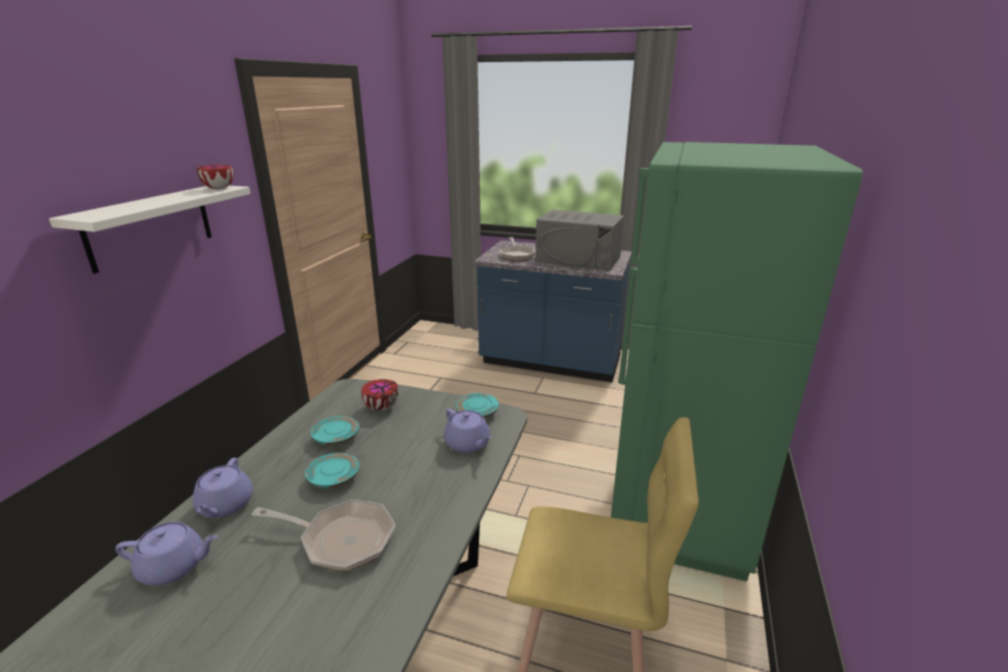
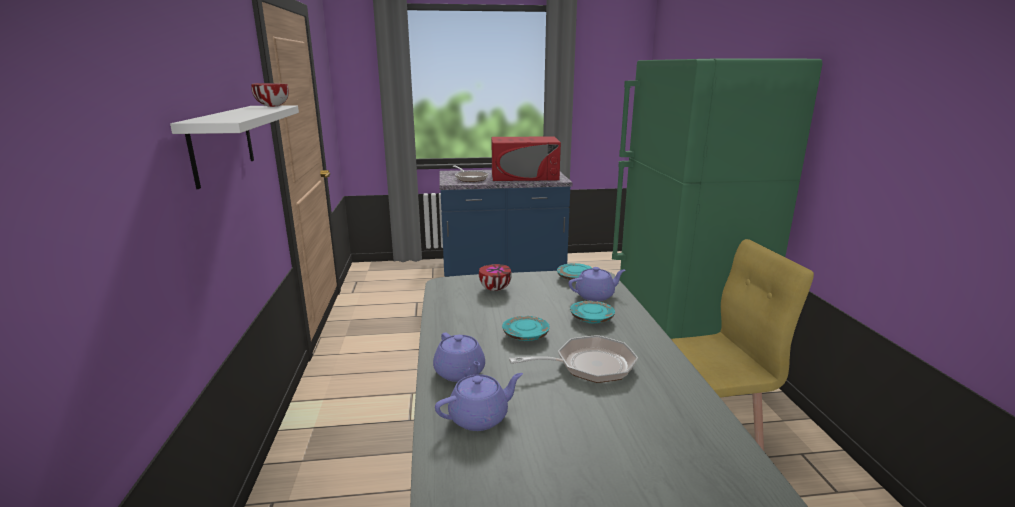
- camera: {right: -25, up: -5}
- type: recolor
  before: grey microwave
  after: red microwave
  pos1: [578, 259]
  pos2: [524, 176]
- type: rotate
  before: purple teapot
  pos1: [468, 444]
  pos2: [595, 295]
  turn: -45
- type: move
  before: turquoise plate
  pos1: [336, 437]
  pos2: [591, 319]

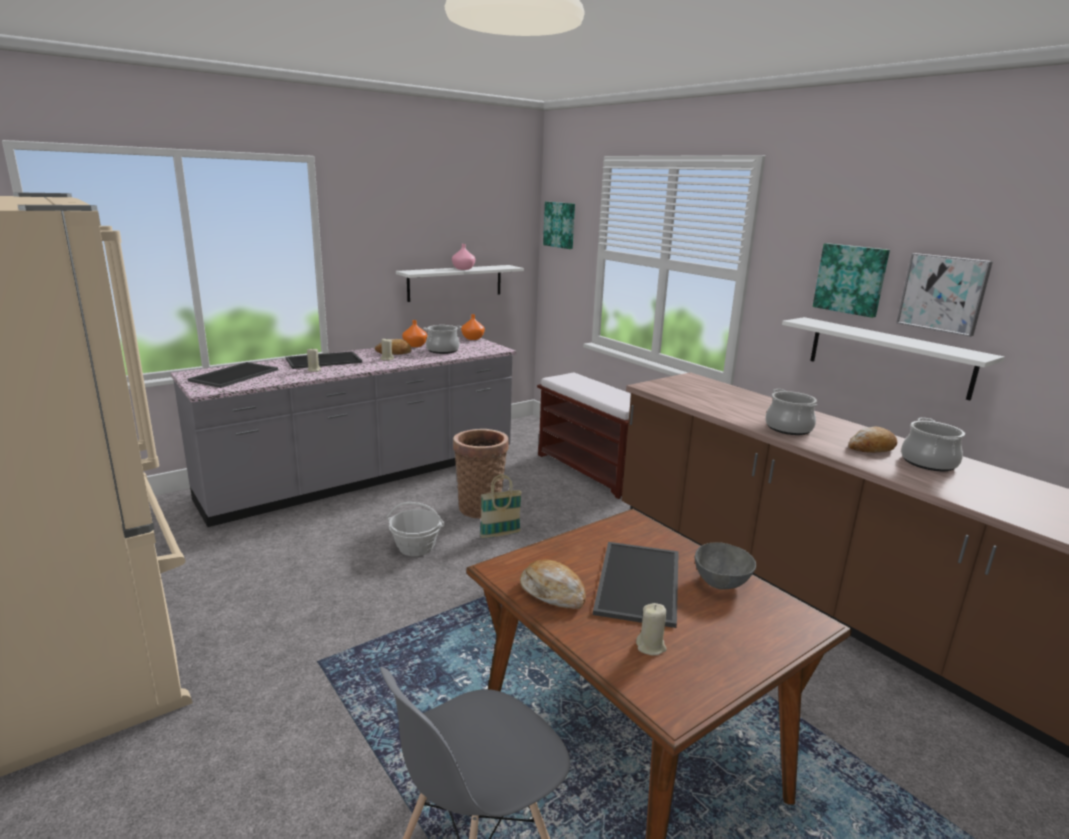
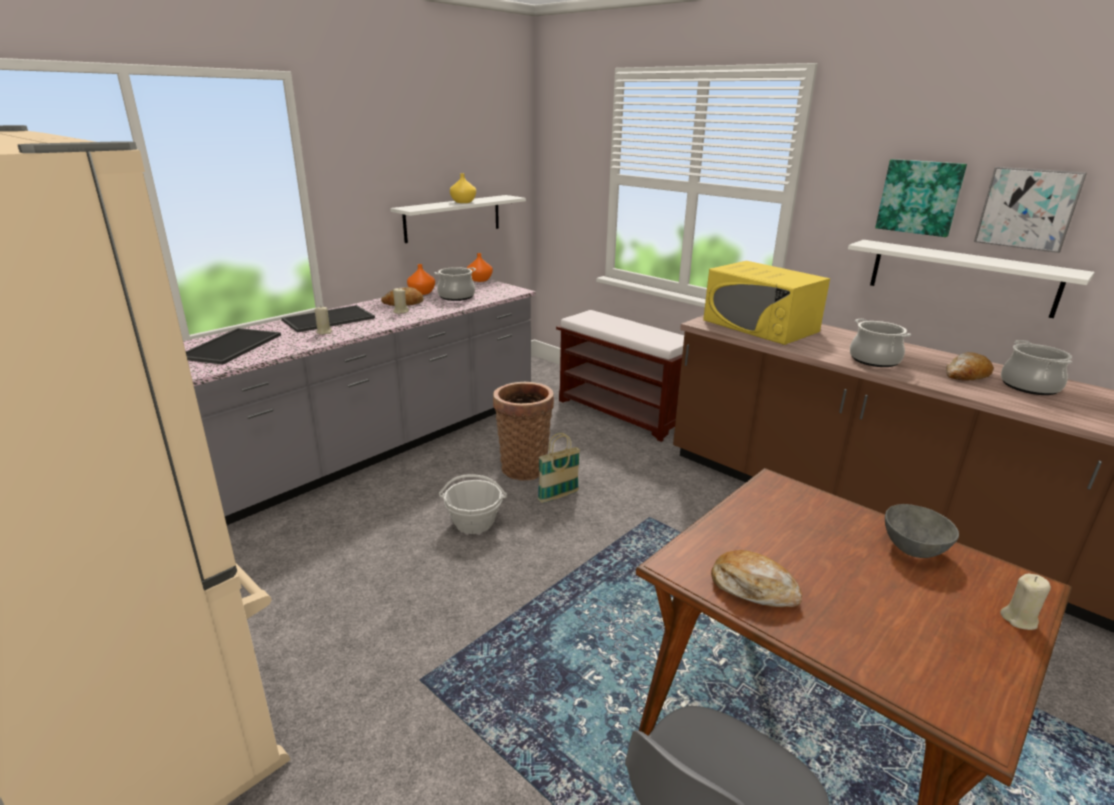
- camera: {right: -10, up: 5}
- type: delete
  before: picture
  pos1: [560, 225]
- type: recolor
  before: pink vase
  after: yellow vase
  pos1: [463, 269]
  pos2: [463, 202]
- type: delete
  before: tray
  pos1: [640, 583]
- type: move
  before: beige candle
  pos1: [651, 646]
  pos2: [1019, 619]
- type: insert
  after: yellow microwave
  pos2: [760, 326]

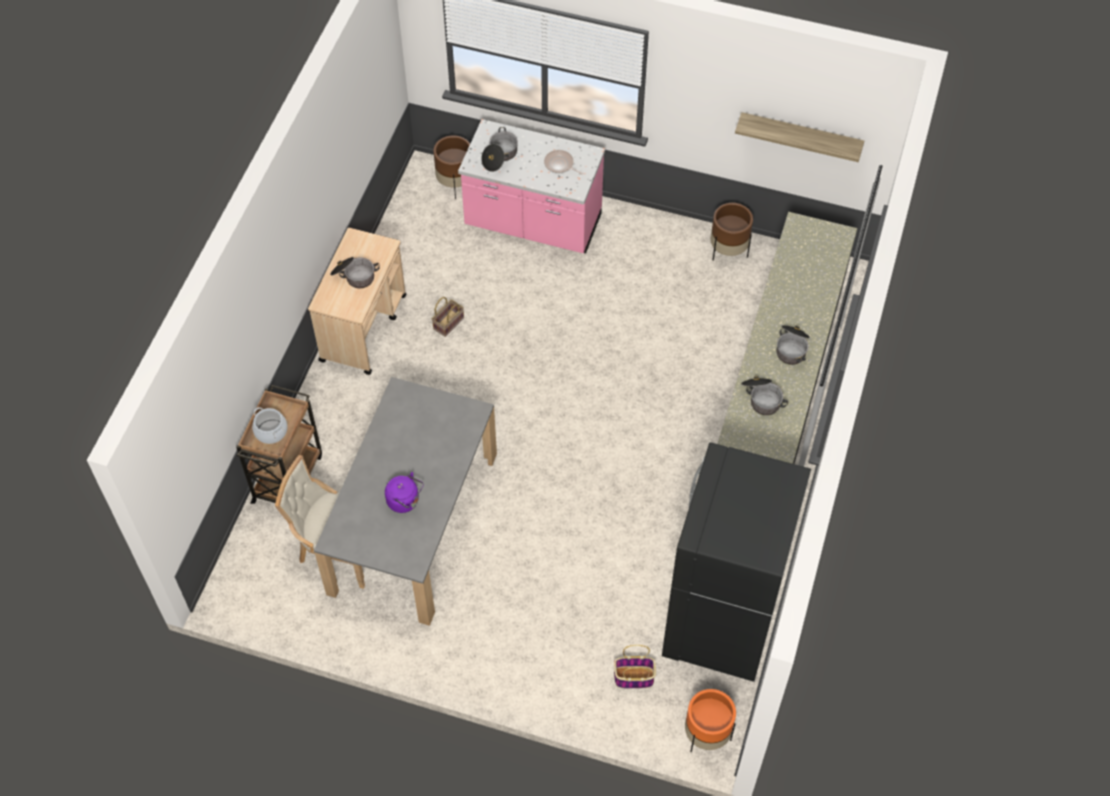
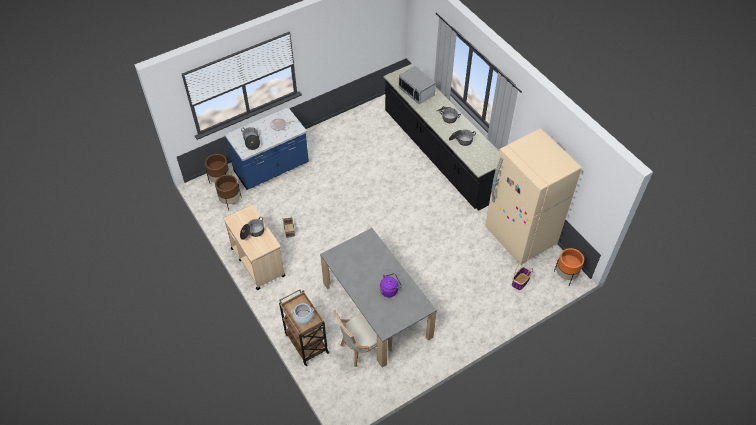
- camera: {right: -50, up: -5}
- type: delete
  before: shelf
  pos1: [800, 136]
- type: recolor
  before: pink counter
  after: blue counter
  pos1: [533, 223]
  pos2: [272, 169]
- type: move
  before: brown planter
  pos1: [728, 251]
  pos2: [230, 201]
- type: recolor
  before: black fridge
  after: beige fridge
  pos1: [721, 622]
  pos2: [520, 237]
- type: insert
  after: microwave
  pos2: [416, 92]

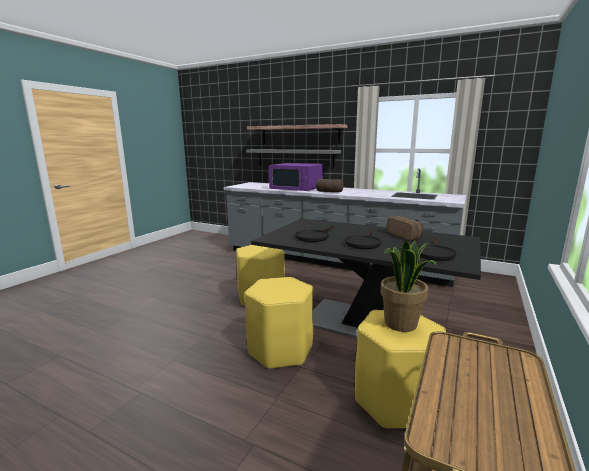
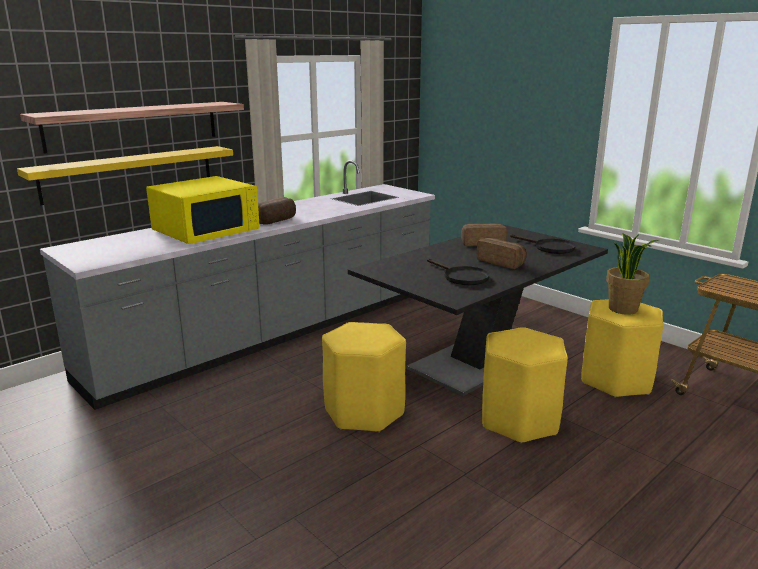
- camera: {right: -70, up: 5}
- type: recolor
  before: grey shelf
  after: yellow shelf
  pos1: [295, 158]
  pos2: [129, 174]
- type: recolor
  before: purple microwave
  after: yellow microwave
  pos1: [297, 188]
  pos2: [207, 230]
- type: replace
  before: black frying pan
  after: bread
  pos1: [363, 243]
  pos2: [501, 262]

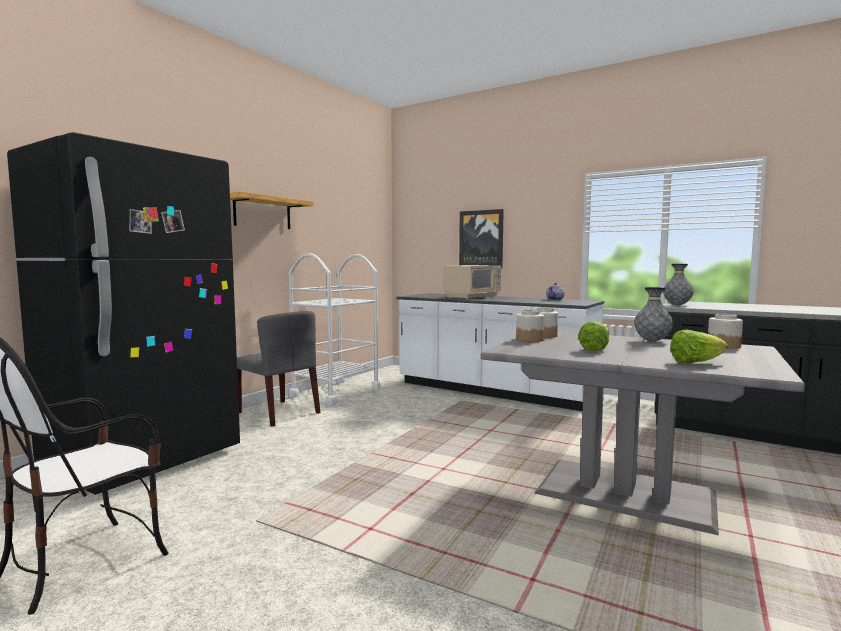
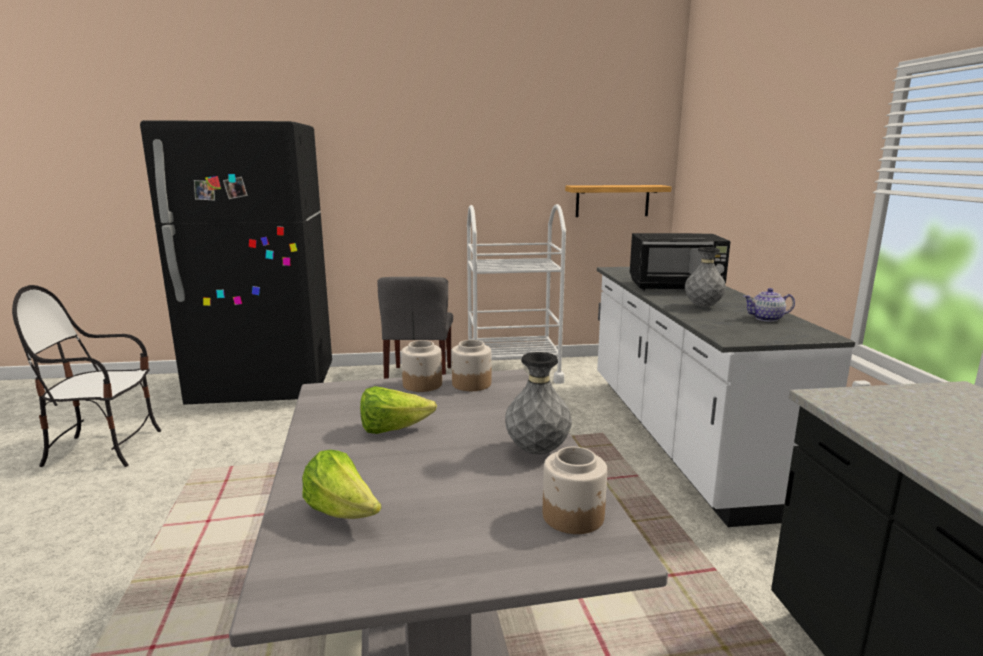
- camera: {right: 50, up: 10}
- type: move
  before: shelf
  pos1: [262, 213]
  pos2: [612, 201]
- type: delete
  before: picture
  pos1: [481, 239]
- type: move
  before: grey vase
  pos1: [677, 305]
  pos2: [703, 306]
- type: recolor
  before: beige microwave
  after: black microwave
  pos1: [473, 297]
  pos2: [676, 286]

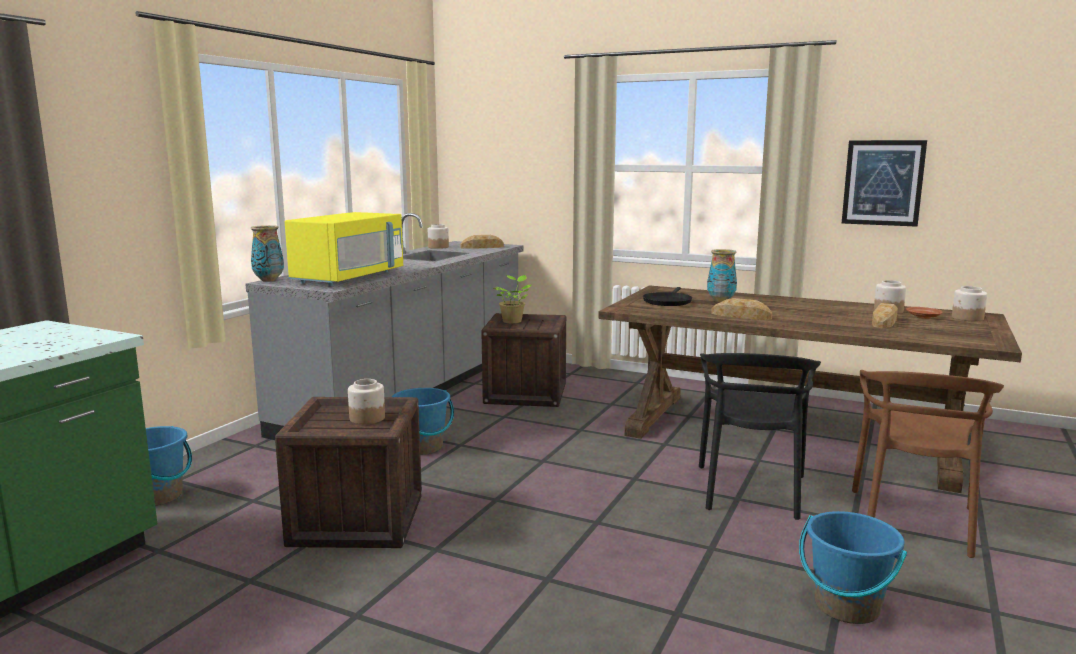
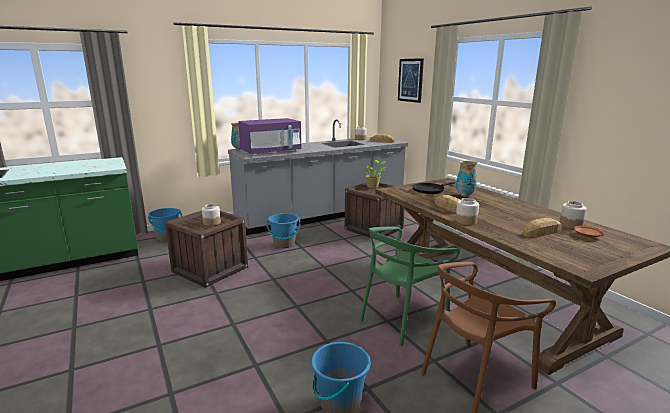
- camera: {right: 35, up: 5}
- type: move
  before: picture
  pos1: [883, 183]
  pos2: [410, 80]
- type: recolor
  before: yellow microwave
  after: purple microwave
  pos1: [349, 278]
  pos2: [271, 152]
- type: move
  before: jar
  pos1: [967, 318]
  pos2: [465, 221]
- type: recolor
  before: black chair
  after: green chair
  pos1: [751, 491]
  pos2: [402, 319]

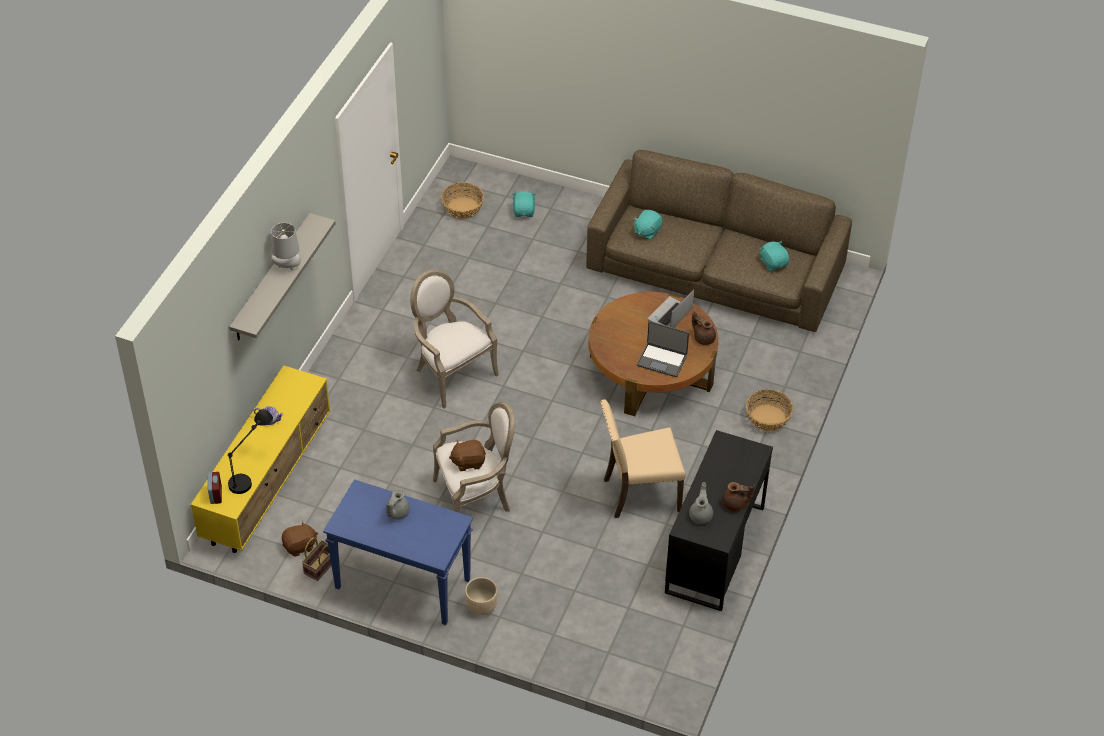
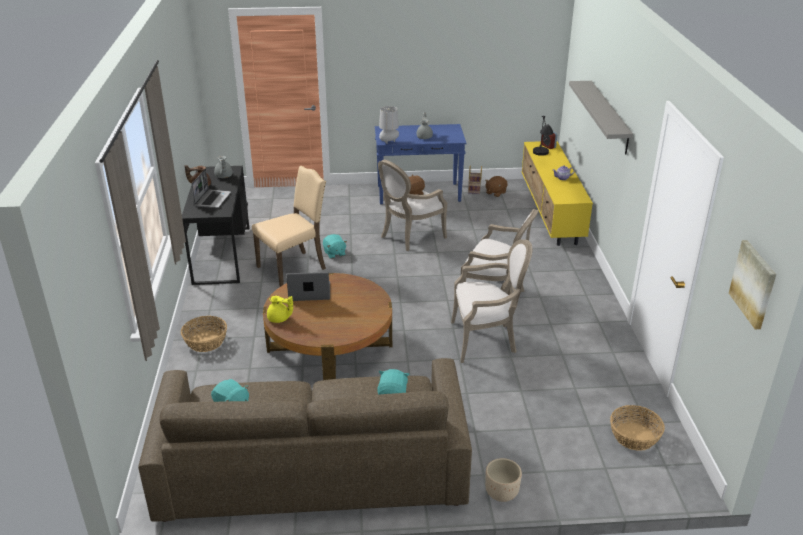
- camera: {right: 155, up: -15}
- type: move
  before: turquoise plush toy
  pos1: [524, 211]
  pos2: [334, 253]
- type: move
  before: grey table lamp
  pos1: [287, 267]
  pos2: [389, 142]
- type: move
  before: laptop
  pos1: [670, 315]
  pos2: [212, 199]
- type: recolor
  before: brown teapot
  after: yellow teapot
  pos1: [703, 338]
  pos2: [279, 319]
- type: move
  before: beige planter
  pos1: [482, 606]
  pos2: [501, 493]
- type: insert
  after: armchair
  pos2: [486, 340]
- type: insert
  after: picture
  pos2: [754, 284]

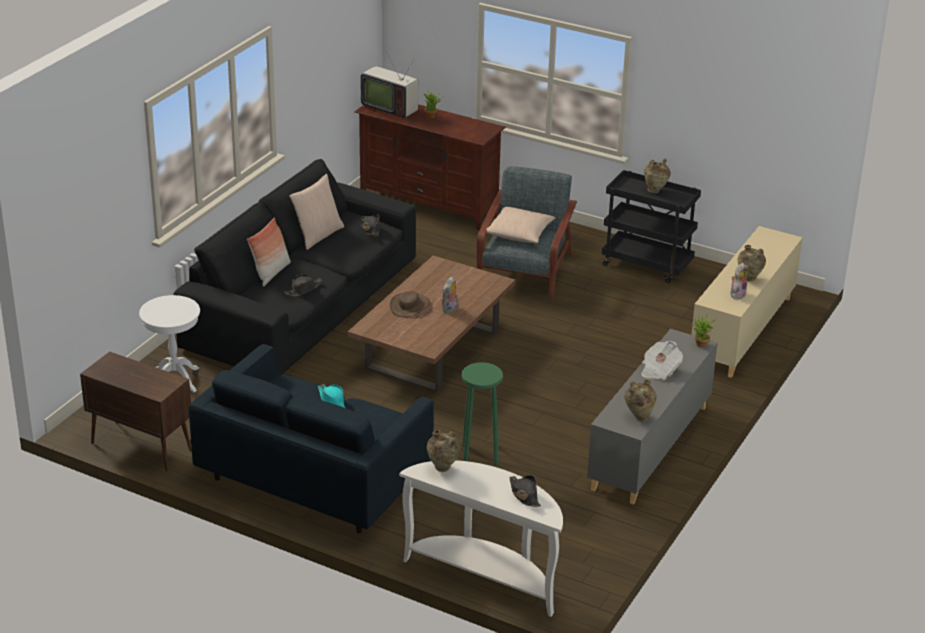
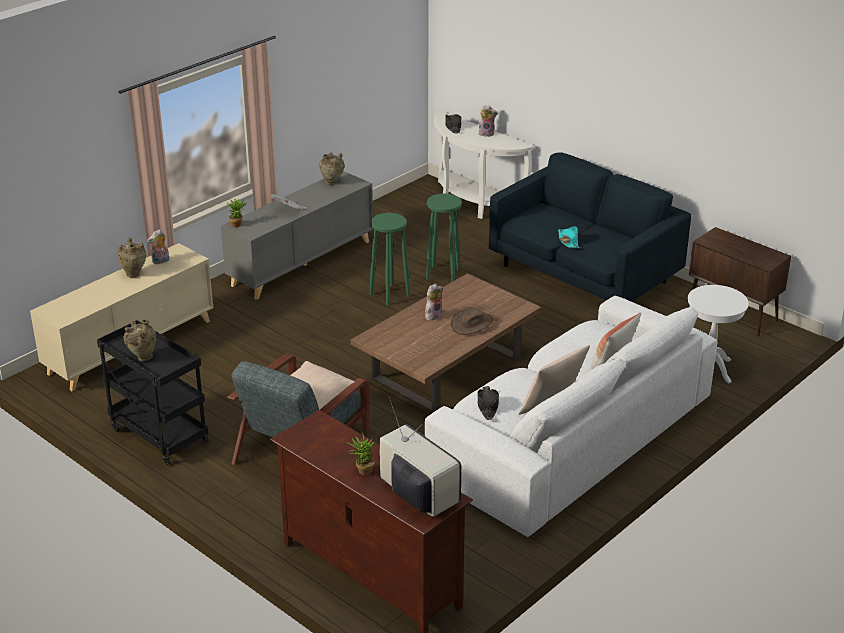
- camera: {right: -165, up: 0}
- type: recolor
  before: black sofa
  after: white sofa
  pos1: [304, 304]
  pos2: [570, 437]
- type: delete
  before: black hat
  pos1: [303, 289]
- type: delete
  before: beige vase
  pos1: [443, 469]
- type: insert
  after: plush toy
  pos2: [487, 133]
- type: insert
  after: green stool
  pos2: [390, 295]

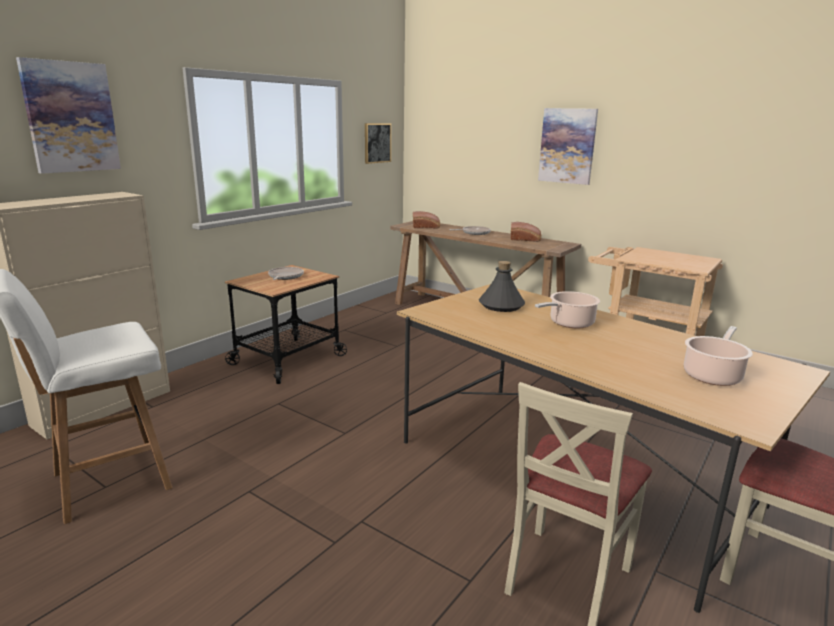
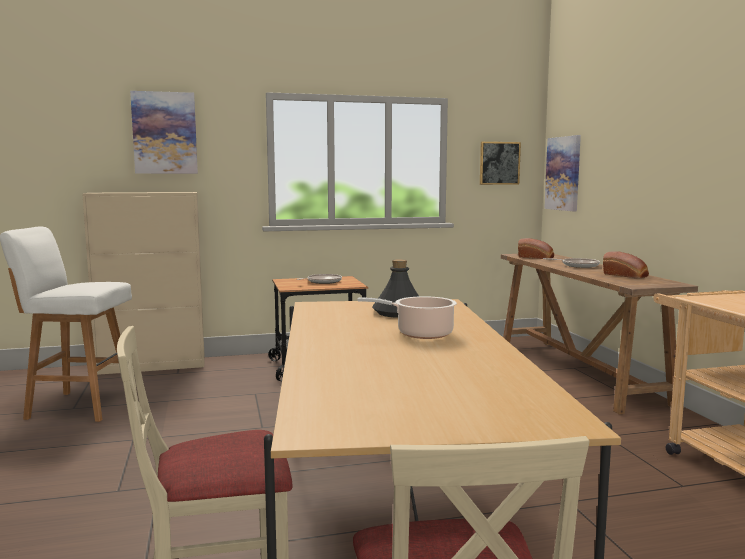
- camera: {right: 40, up: -10}
- type: move
  before: picture
  pos1: [567, 146]
  pos2: [563, 173]
- type: delete
  before: cooking pot
  pos1: [713, 375]

